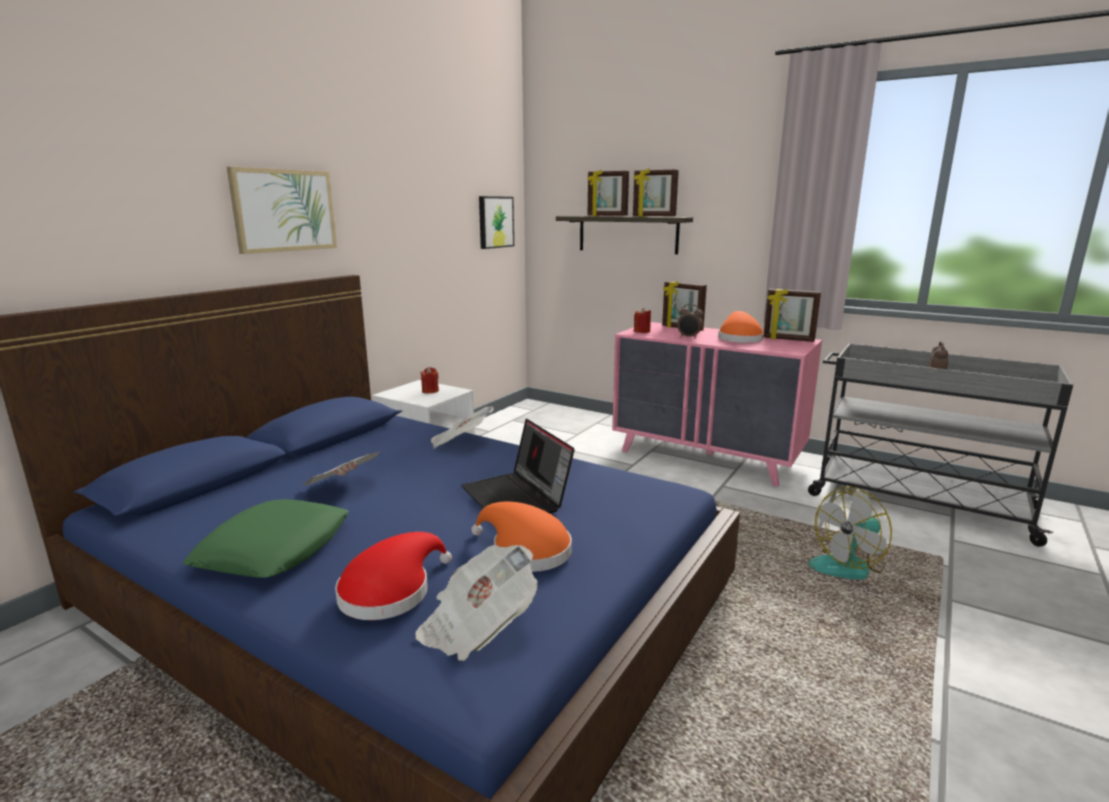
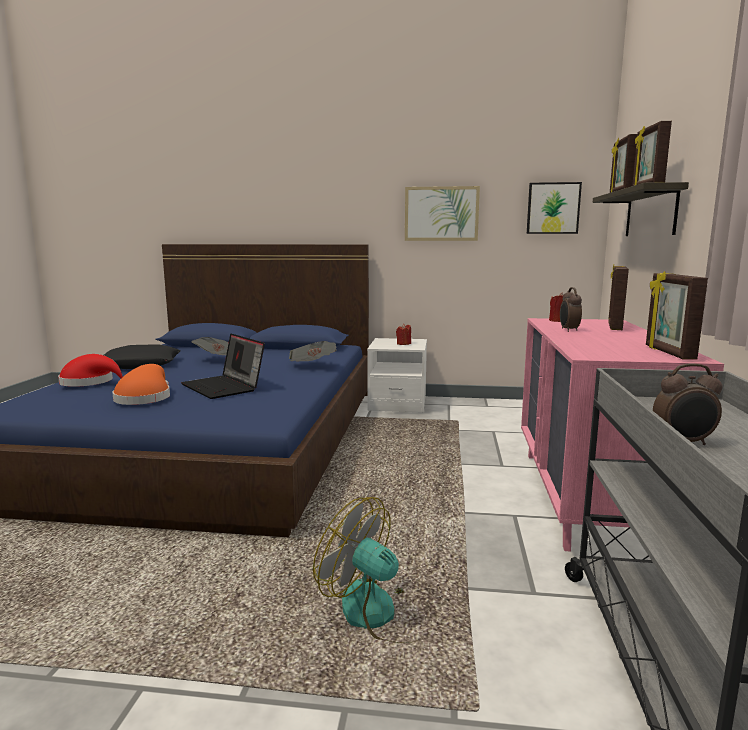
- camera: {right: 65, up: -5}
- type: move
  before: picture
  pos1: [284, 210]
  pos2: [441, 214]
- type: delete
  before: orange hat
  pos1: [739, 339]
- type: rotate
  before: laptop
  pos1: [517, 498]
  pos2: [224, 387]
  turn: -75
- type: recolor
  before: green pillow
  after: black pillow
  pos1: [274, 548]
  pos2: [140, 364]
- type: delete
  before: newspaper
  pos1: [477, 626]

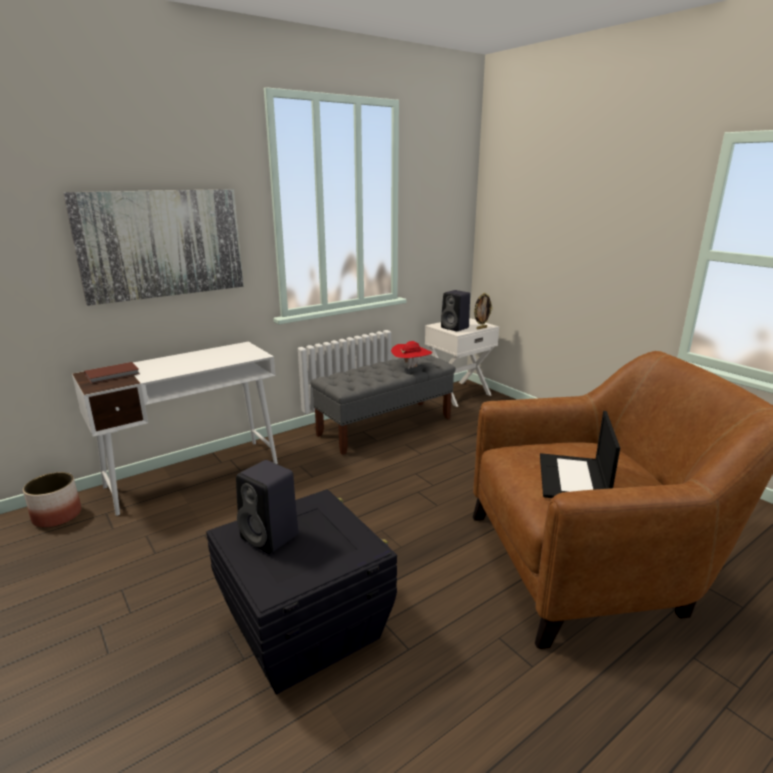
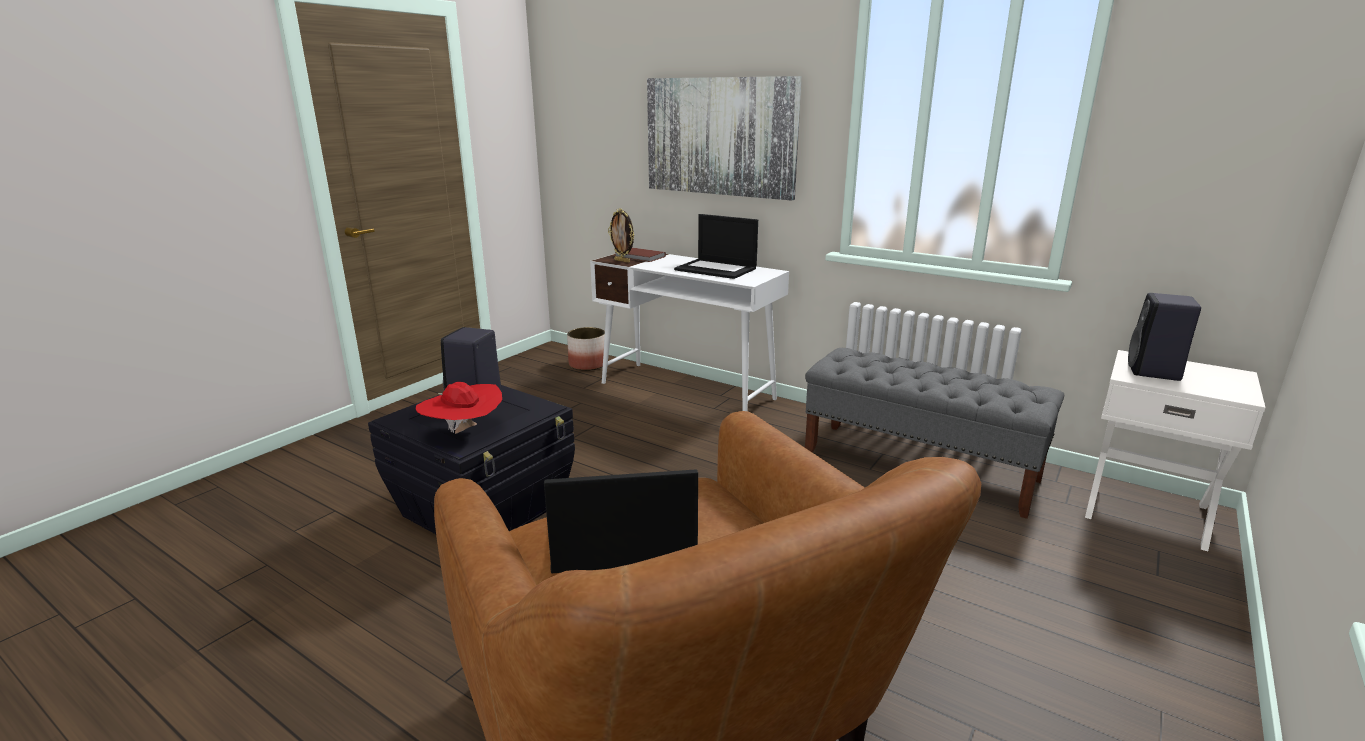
- camera: {right: 70, up: 0}
- type: move
  before: picture frame
  pos1: [481, 328]
  pos2: [622, 261]
- type: move
  before: red hat
  pos1: [411, 367]
  pos2: [464, 432]
- type: insert
  after: laptop
  pos2: [717, 269]

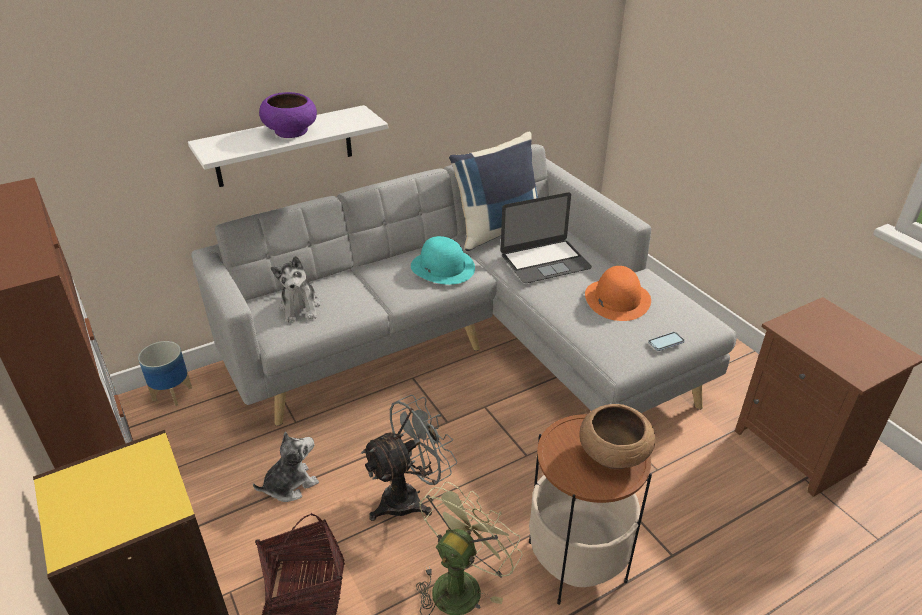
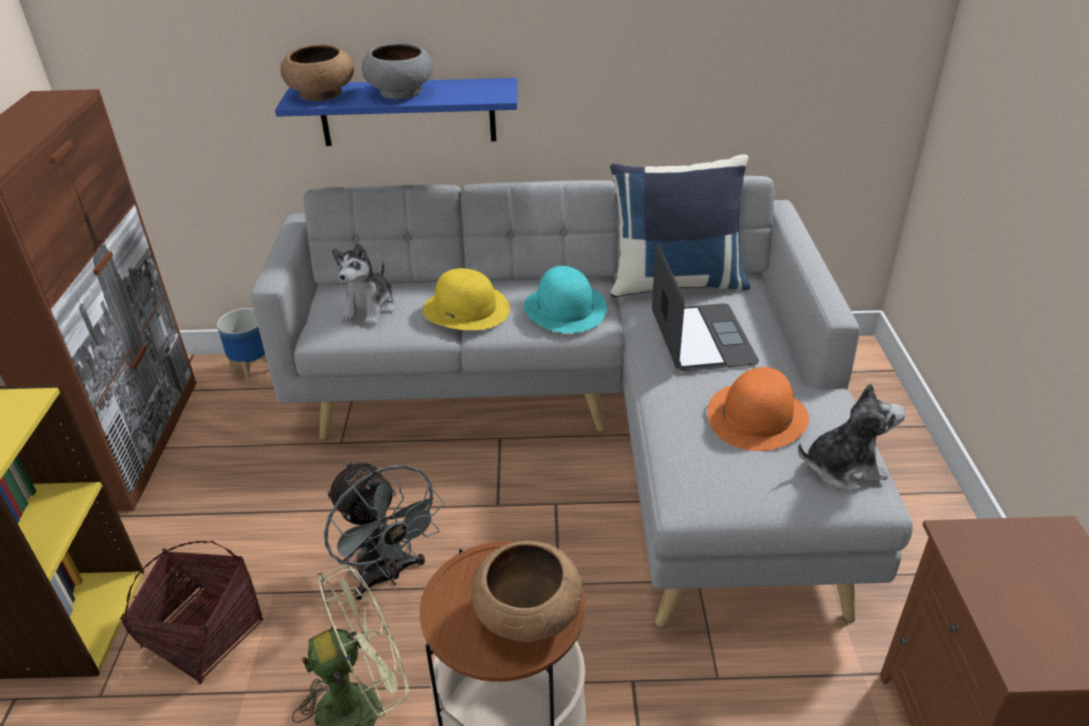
- camera: {right: 30, up: 0}
- type: recolor
  before: purple bowl
  after: grey bowl
  pos1: [291, 131]
  pos2: [401, 92]
- type: recolor
  before: white shelf
  after: blue shelf
  pos1: [284, 146]
  pos2: [407, 112]
- type: rotate
  before: laptop
  pos1: [545, 261]
  pos2: [701, 337]
  turn: -105
- type: delete
  before: phone
  pos1: [666, 342]
- type: rotate
  before: grey fan
  pos1: [409, 497]
  pos2: [387, 575]
  turn: 60
- type: move
  before: plush toy
  pos1: [290, 485]
  pos2: [843, 468]
- type: insert
  after: brown bowl
  pos2: [322, 94]
- type: insert
  after: yellow hat
  pos2: [466, 309]

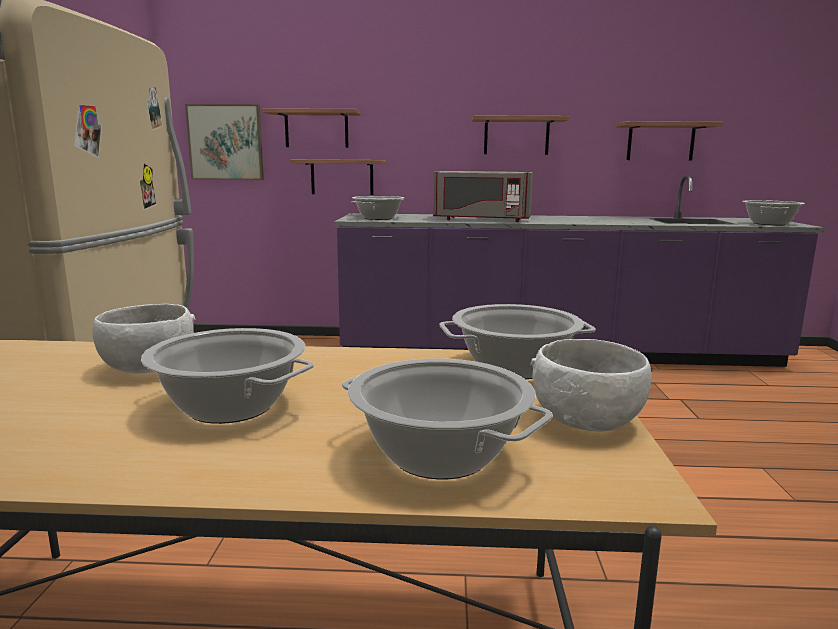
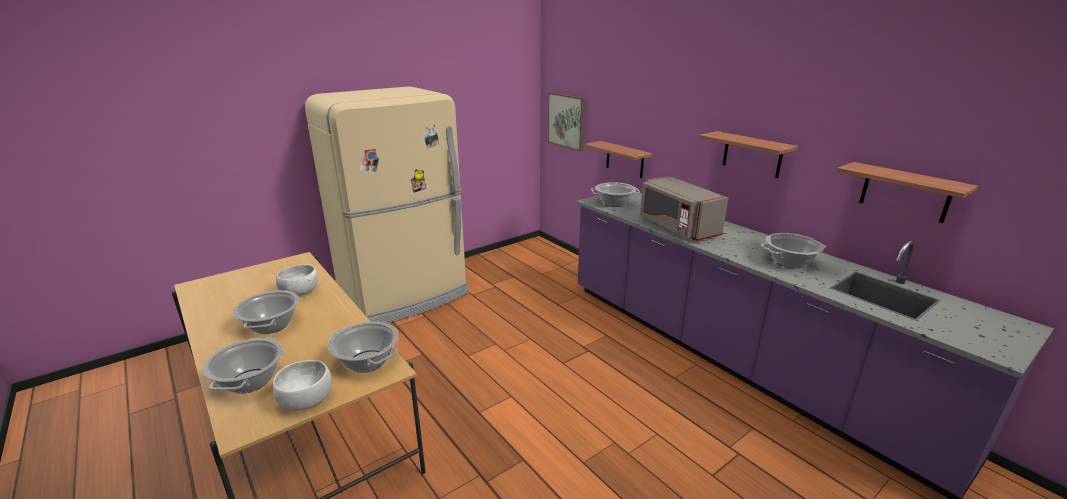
- camera: {right: 50, up: 10}
- type: delete
  before: shelf
  pos1: [316, 129]
- type: move
  before: cooking pot
  pos1: [769, 224]
  pos2: [789, 262]

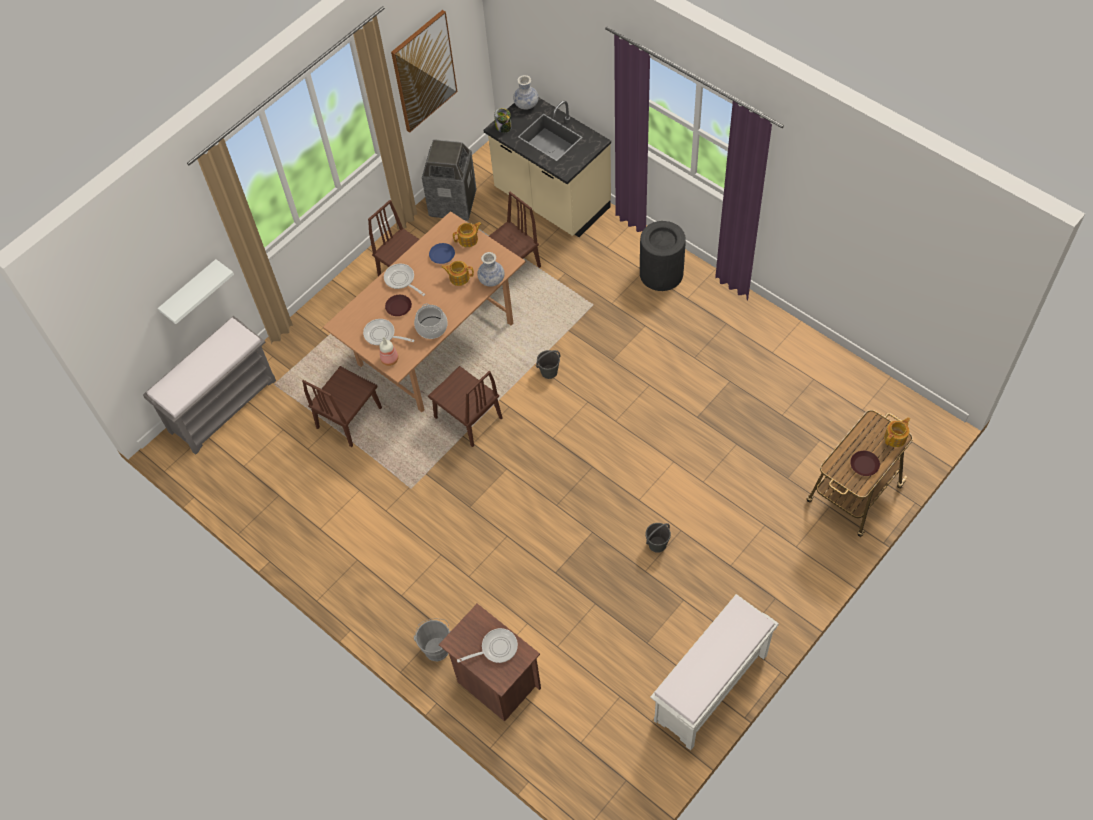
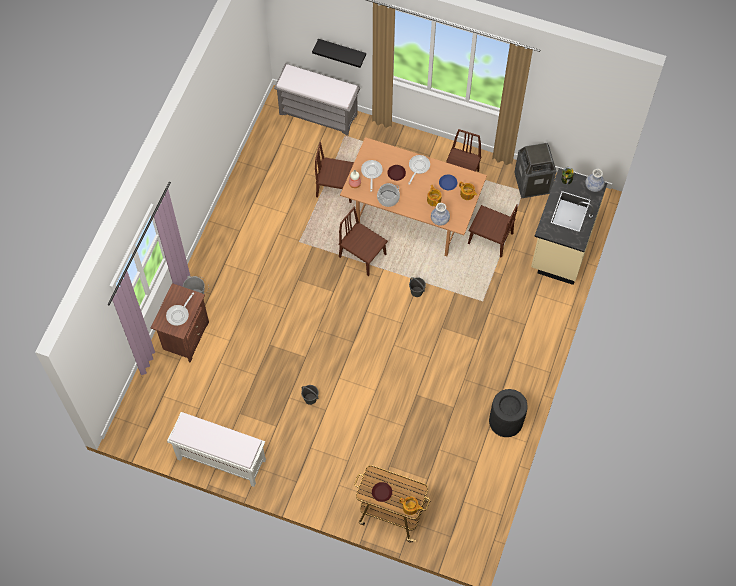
- camera: {right: 65, up: 5}
- type: delete
  before: picture
  pos1: [424, 71]
- type: move
  before: black trash can
  pos1: [661, 273]
  pos2: [506, 421]
- type: recolor
  before: white shelf
  after: black shelf
  pos1: [191, 292]
  pos2: [342, 51]
- type: rotate
  before: brown chair
  pos1: [468, 417]
  pos2: [362, 255]
  turn: 105
- type: rotate
  before: frying pan
  pos1: [496, 648]
  pos2: [179, 314]
  turn: 75

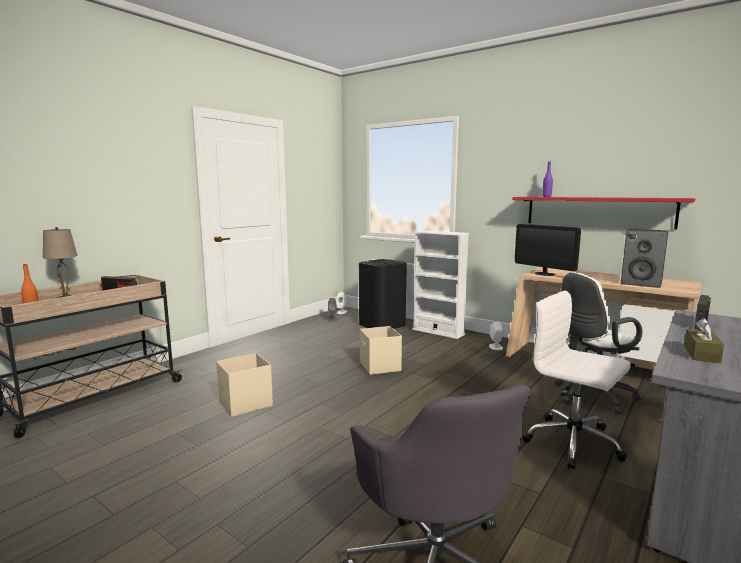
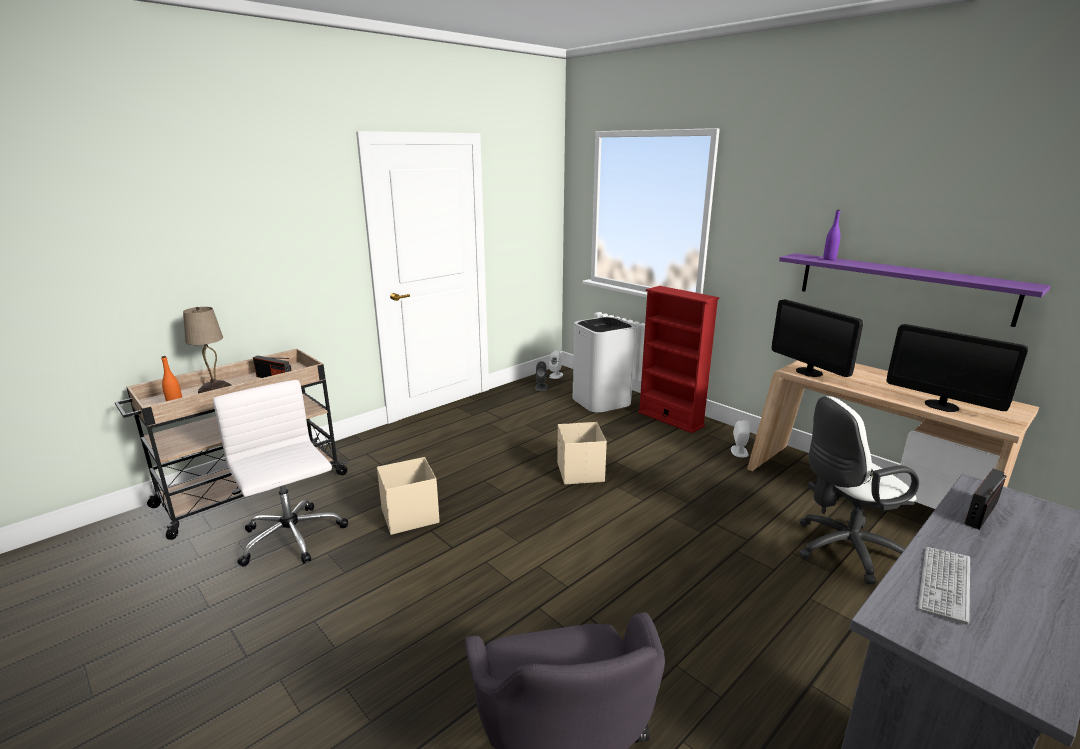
- camera: {right: 10, up: 10}
- type: recolor
  before: red shelf
  after: purple shelf
  pos1: [597, 211]
  pos2: [901, 287]
- type: replace
  before: speaker
  after: monitor
  pos1: [641, 284]
  pos2: [941, 406]
- type: recolor
  before: white bookcase
  after: red bookcase
  pos1: [438, 332]
  pos2: [670, 419]
- type: recolor
  before: black trash can
  after: white trash can
  pos1: [382, 325]
  pos2: [601, 401]
- type: move
  before: white office chair
  pos1: [574, 443]
  pos2: [292, 538]
- type: replace
  before: brown tissue box
  after: keyboard
  pos1: [701, 354]
  pos2: [944, 584]

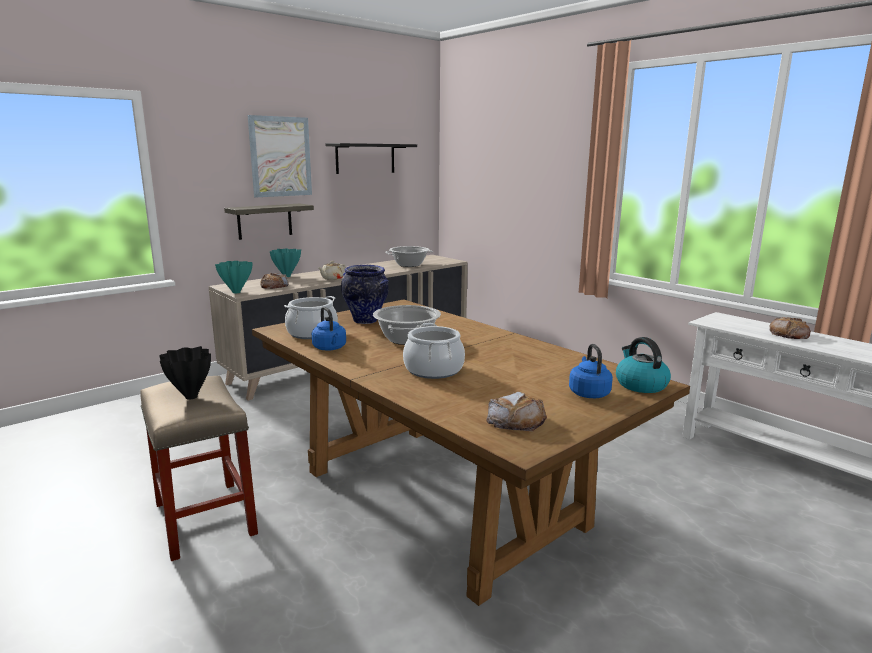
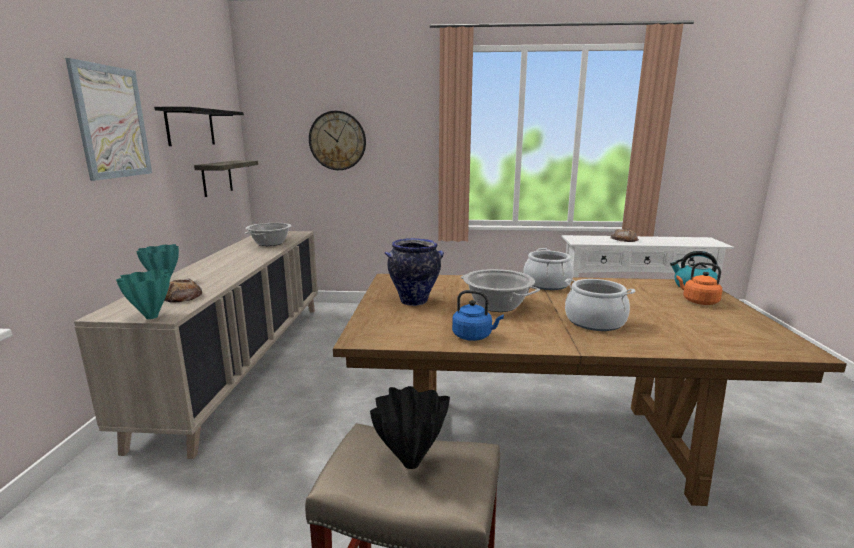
- camera: {right: -45, up: 0}
- type: move
  before: shelf
  pos1: [264, 221]
  pos2: [217, 178]
- type: delete
  before: beige teapot
  pos1: [332, 279]
- type: move
  before: cooking pot
  pos1: [312, 333]
  pos2: [547, 284]
- type: recolor
  before: blue kettle
  after: orange kettle
  pos1: [588, 393]
  pos2: [698, 301]
- type: delete
  before: bread
  pos1: [516, 420]
- type: insert
  after: wall clock
  pos2: [337, 140]

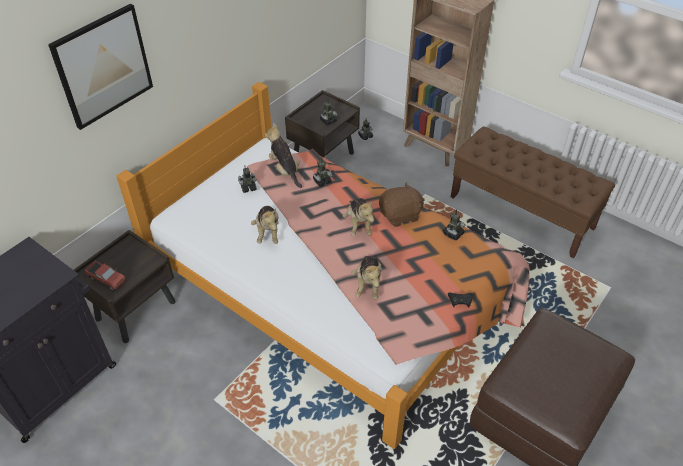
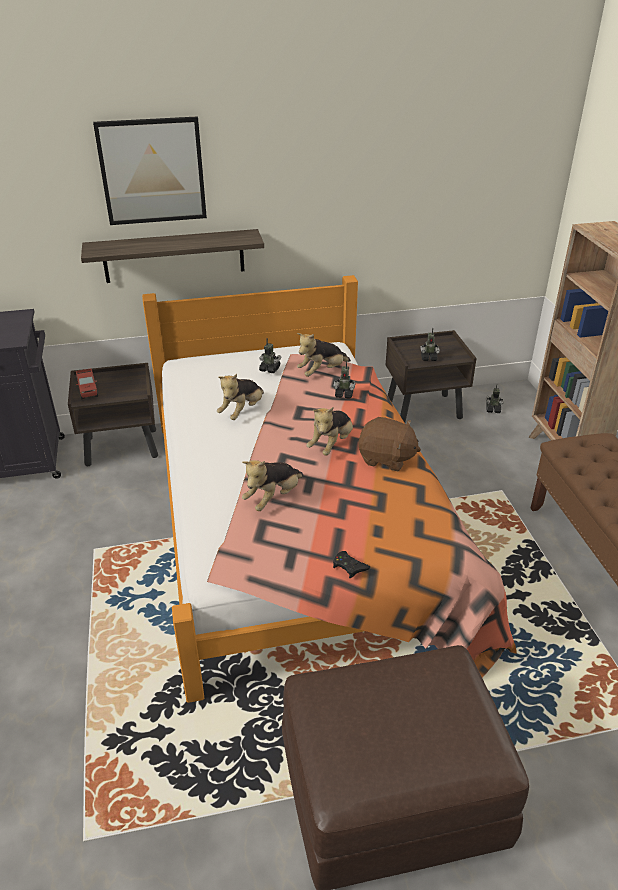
- camera: {right: 40, up: -10}
- type: rotate
  before: plush toy
  pos1: [285, 170]
  pos2: [322, 372]
  turn: -135
- type: delete
  before: toy robot
  pos1: [453, 234]
- type: insert
  after: shelf
  pos2: [174, 256]

